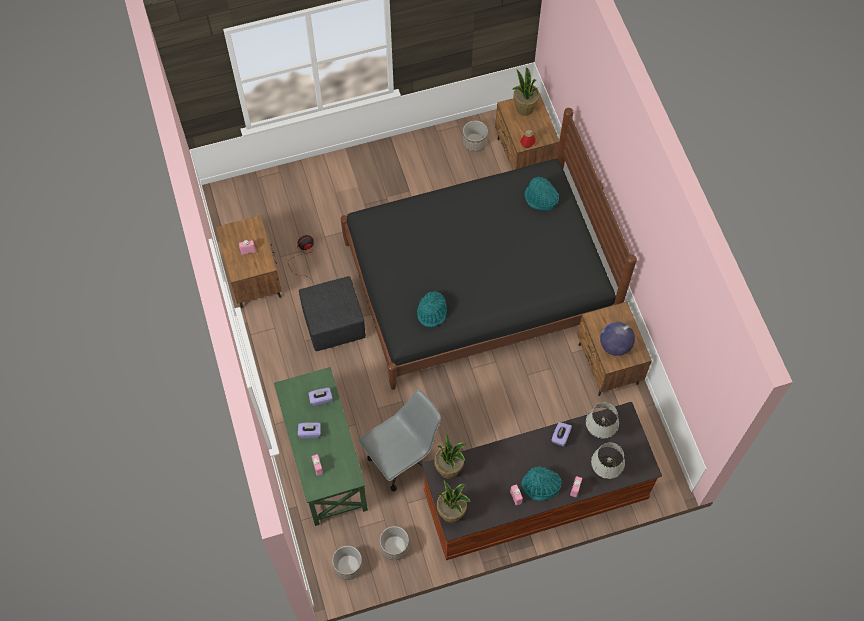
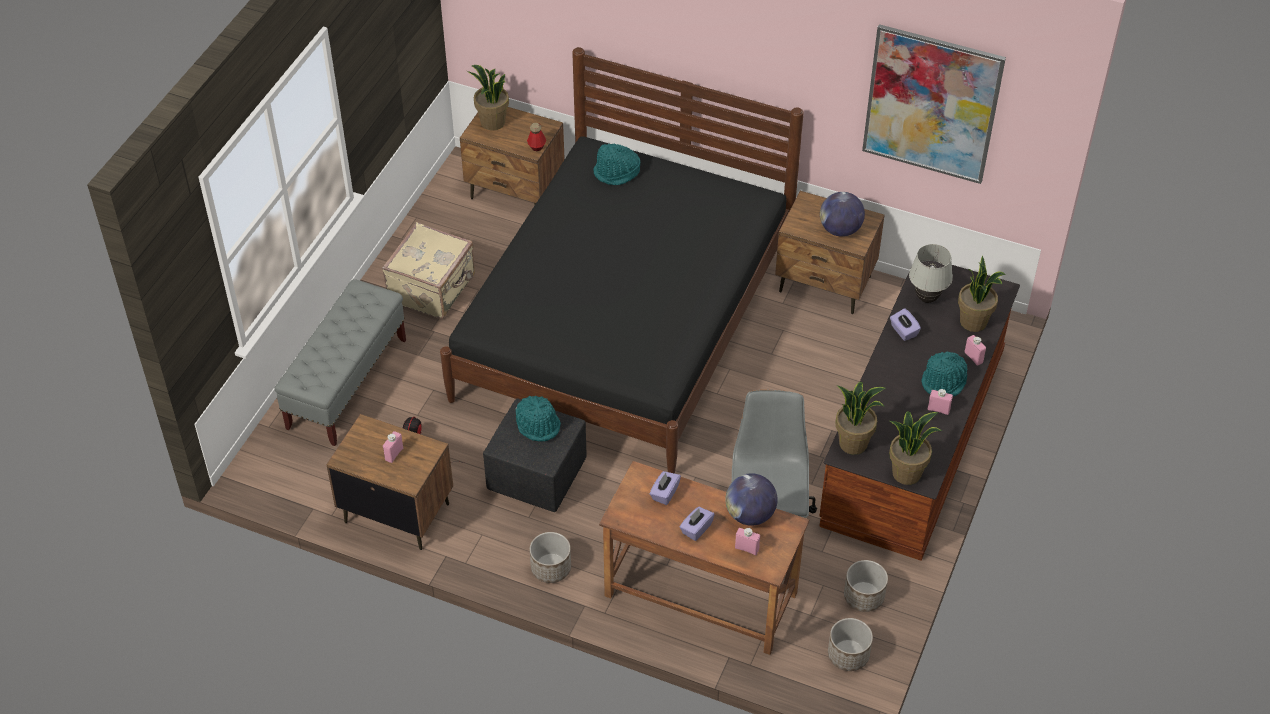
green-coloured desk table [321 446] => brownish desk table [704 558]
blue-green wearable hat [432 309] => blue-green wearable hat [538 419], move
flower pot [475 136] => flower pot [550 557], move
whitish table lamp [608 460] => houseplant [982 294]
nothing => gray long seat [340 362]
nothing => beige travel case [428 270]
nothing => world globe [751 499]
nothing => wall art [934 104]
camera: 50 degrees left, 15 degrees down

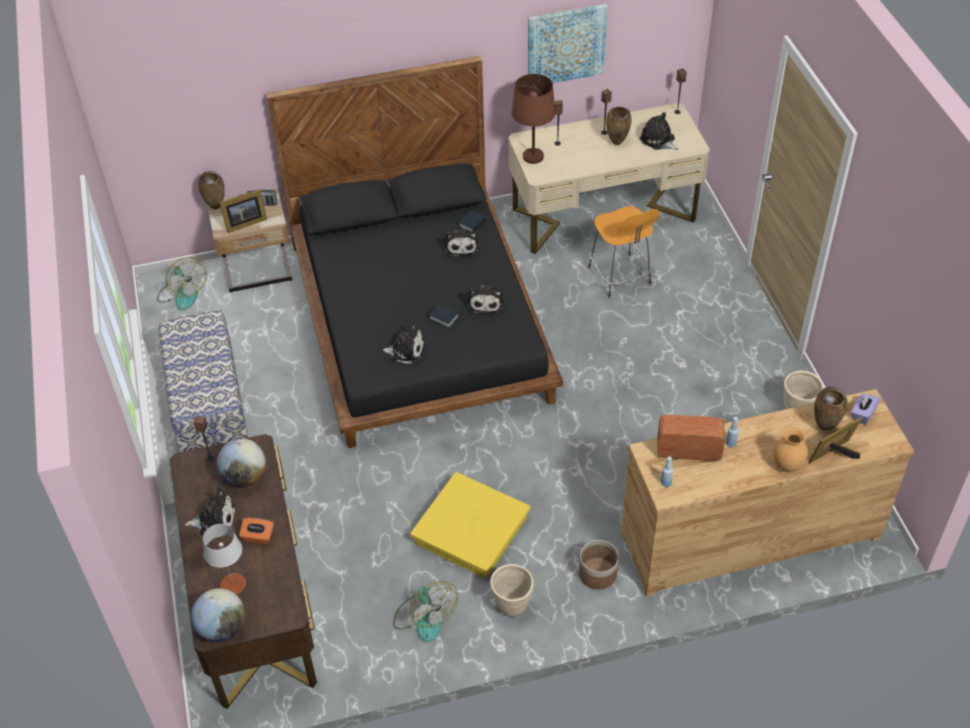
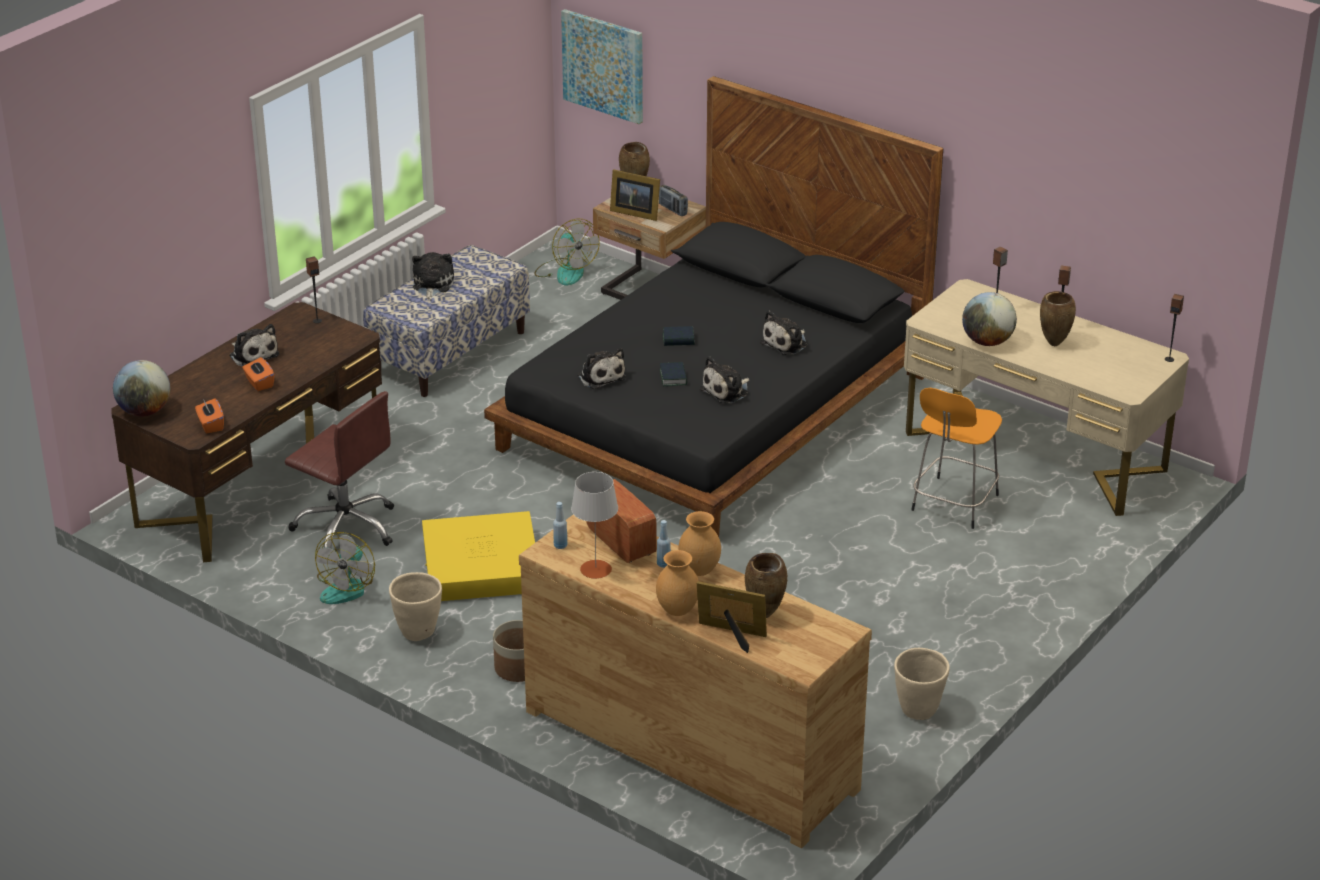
electric fan [182 283] => electric fan [567 252], 45 degrees counterclockwise
gray table lamp [224 559] => gray table lamp [594 525], move
world globe [241 462] => world globe [989 319], move
bound book [472 221] => bound book [678 336], move
brownish table lamp [534 119] => nothing
wall art [567 43] => wall art [602 66], move
cuddly toy [659 131] => cuddly toy [433 276], move
purple-coloured tissue holder [866 409] => nothing
nothing => orangey tissue holder [209 415]
nothing => brownish office chair [339 470]
nothing => brownish flower vase [699 543]
camera: 50 degrees right, 15 degrees down

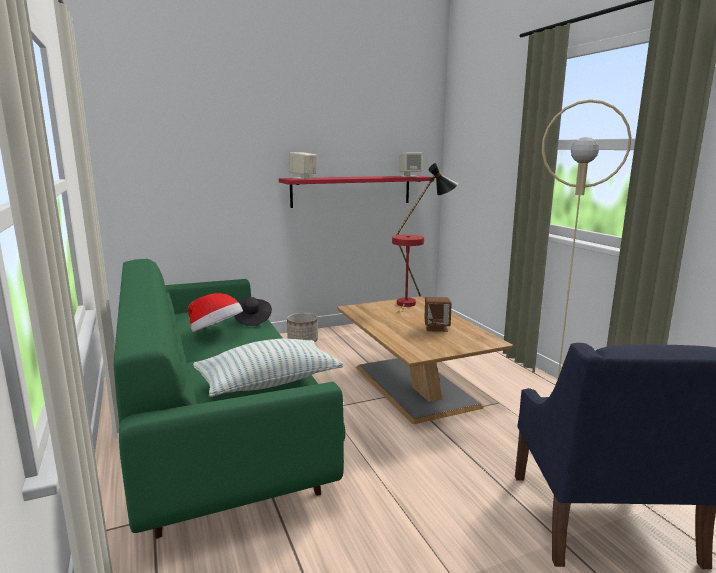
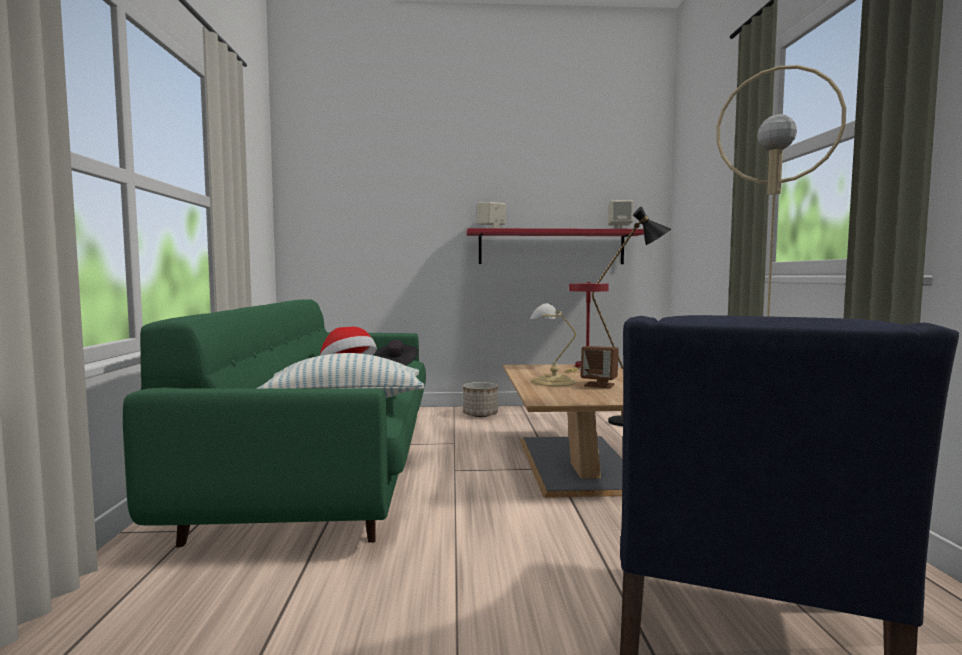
nothing => table lamp [553 344]
camera: 20 degrees right, 10 degrees down

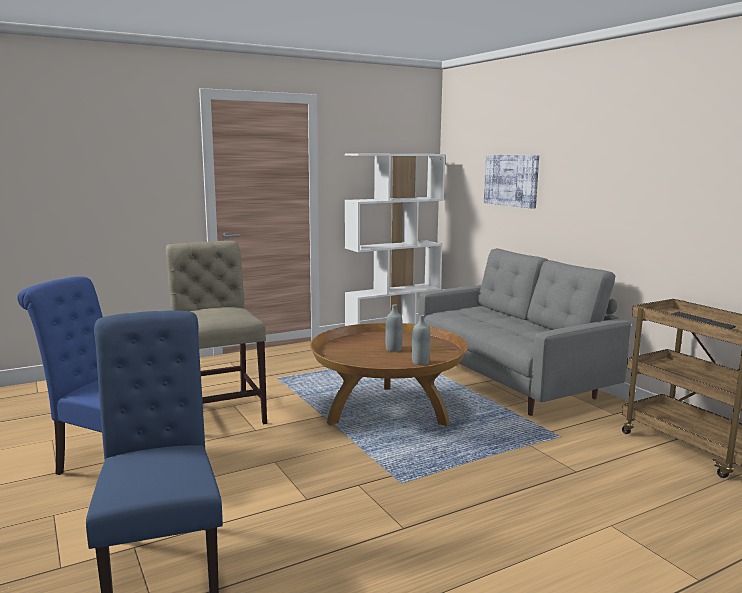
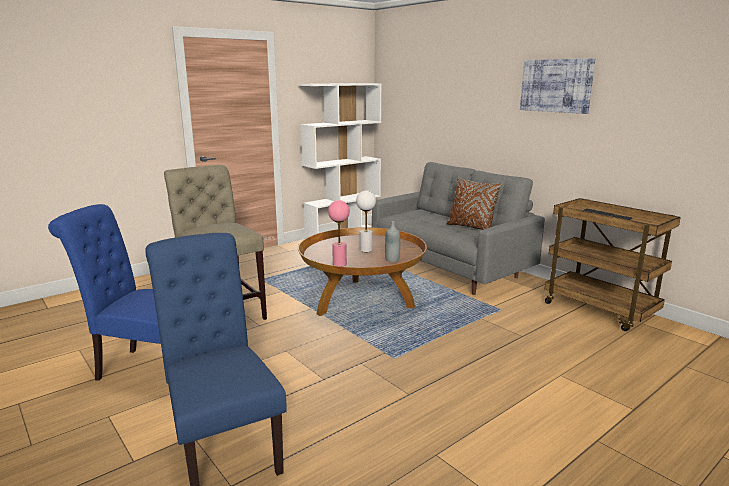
gray bottle [394 328] => whitish table lamp [366 221]
wall art [511 182] => wall art [557 86], move
nothing => pink table lamp [339 233]
nothing => brownish pillow [474 203]
camera: 10 degrees left, 5 degrees up

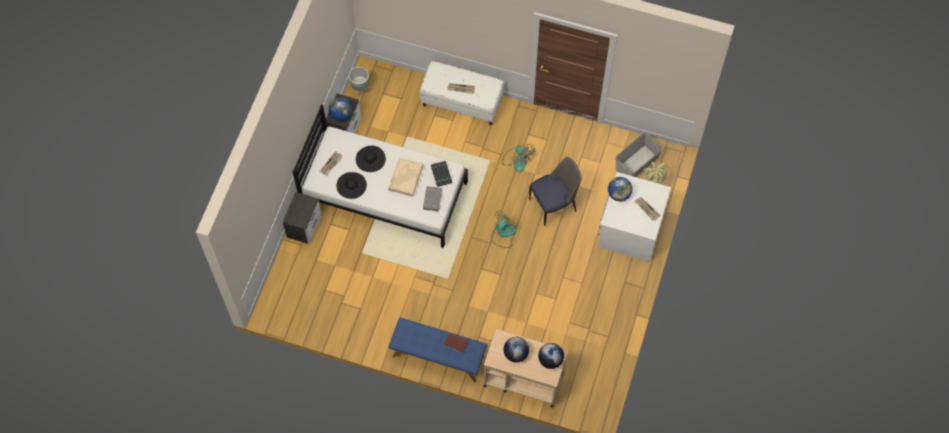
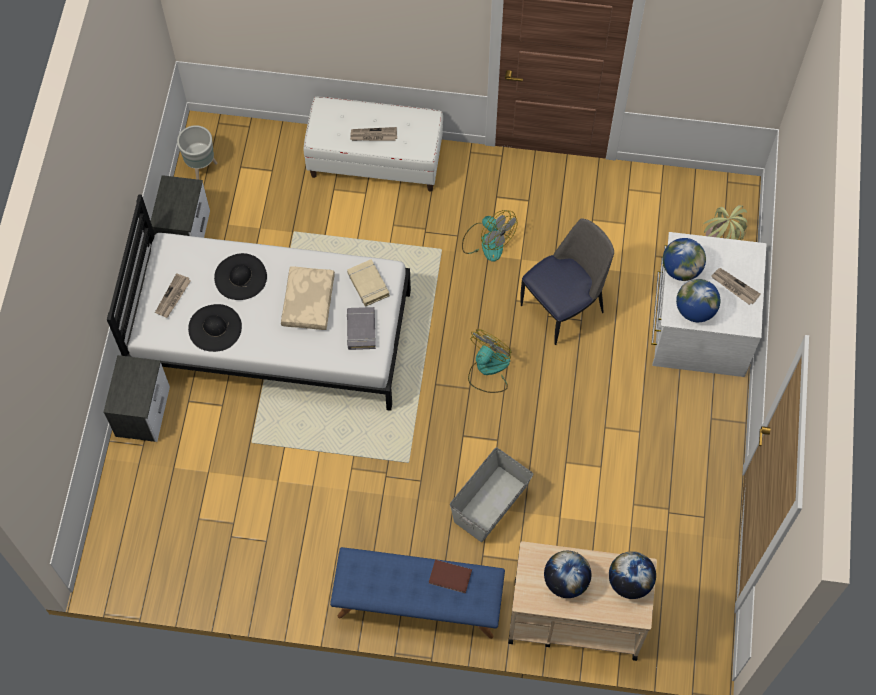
world globe [340 109] => world globe [698 300], move
black-coloured bound book [441 174] => beige bound book [368 282]
gray storage box [639 155] => gray storage box [491 495], move
camera: 10 degrees left, 0 degrees up

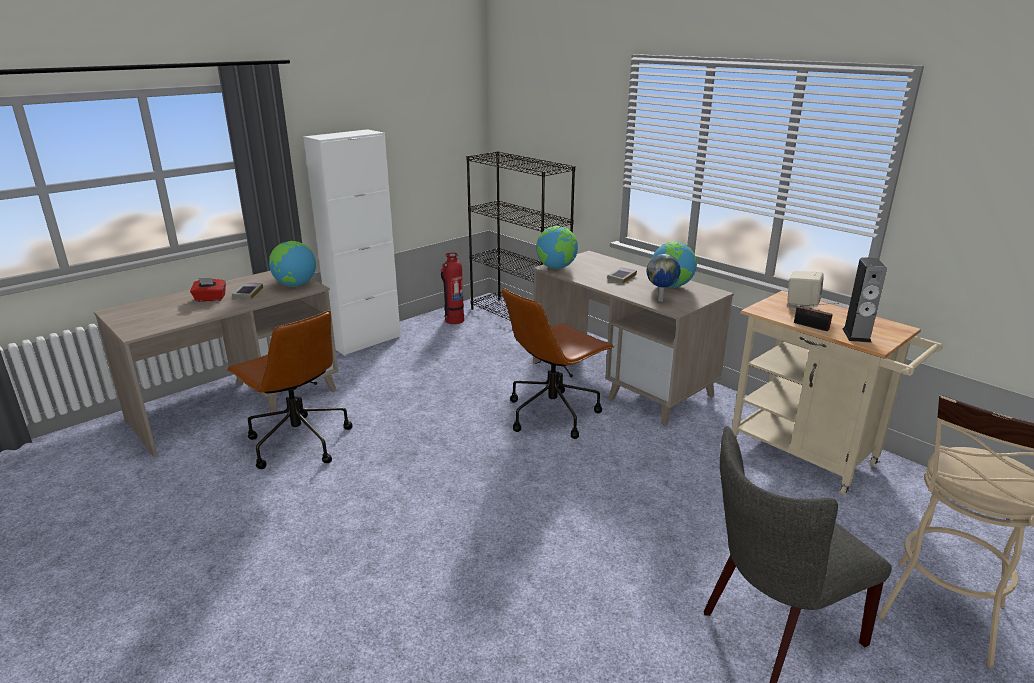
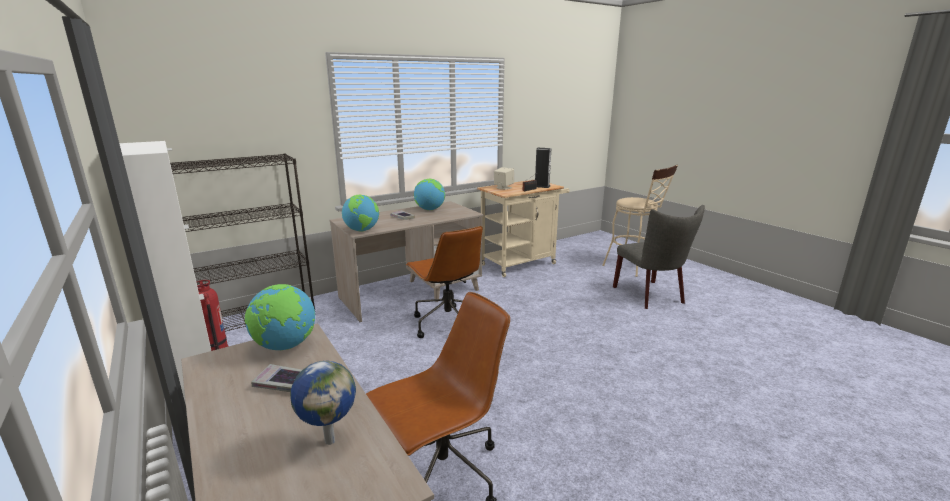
reddish tissue holder [208 290] => nothing
world globe [664 278] => world globe [323 403], move
camera: 80 degrees left, 5 degrees down

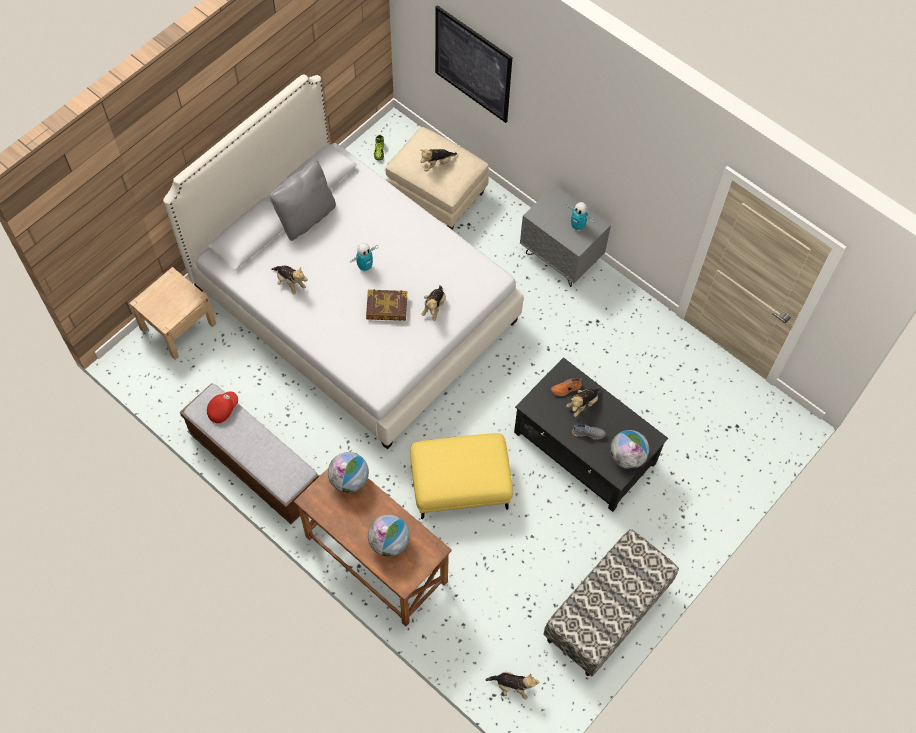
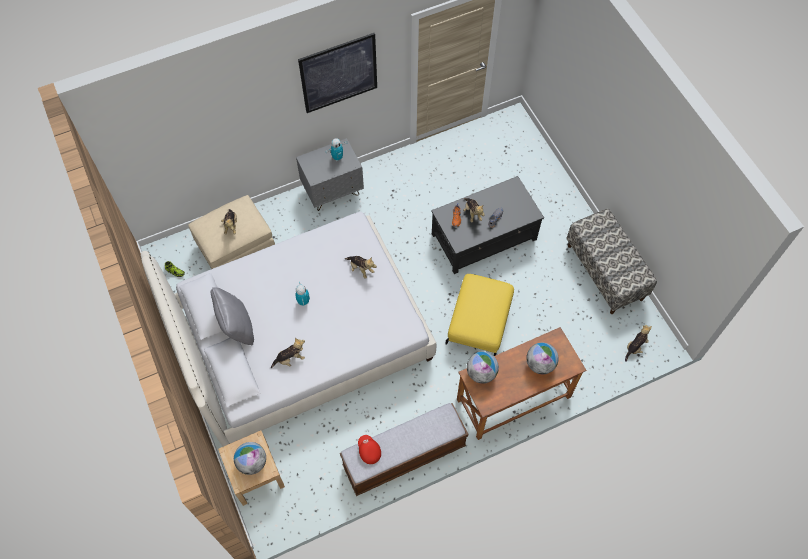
bound book [386 305] => nothing
wall art [473 64] => wall art [337 73], move
world globe [629 449] => world globe [250 458], move
camera: 65 degrees left, 0 degrees up

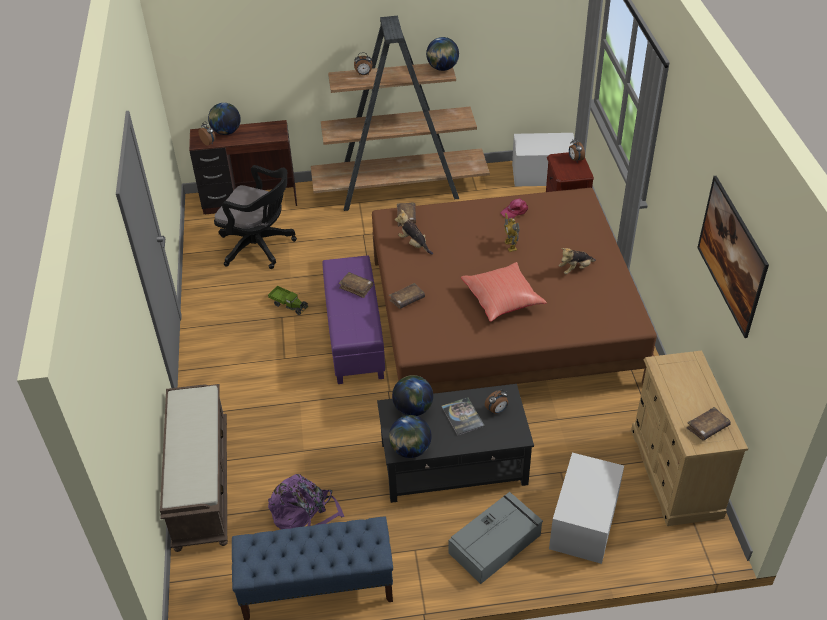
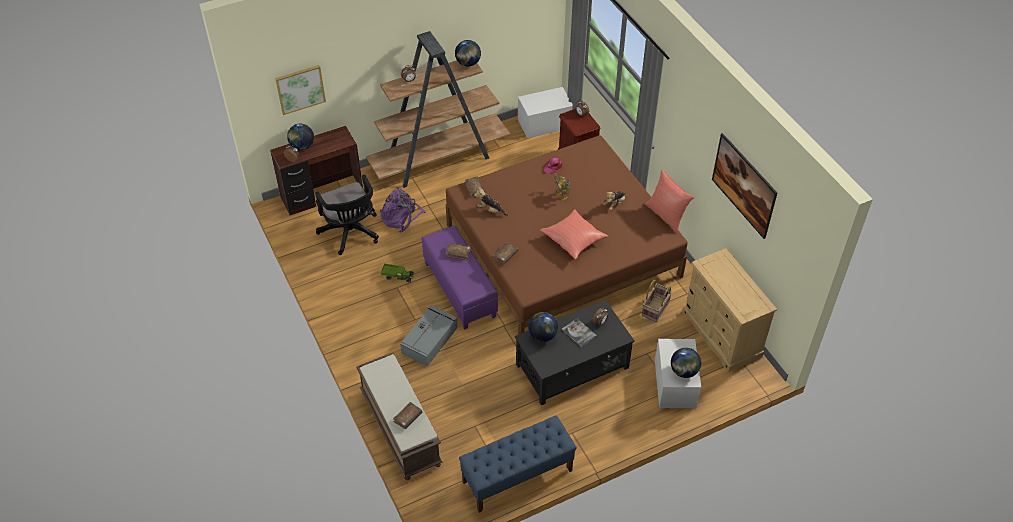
black-coloured office chair [255 217] => black-coloured office chair [347 215], 60 degrees clockwise
purple-coloured backpack [306 501] => purple-coloured backpack [403 210], move
world globe [410 436] => world globe [686 363], move
gray storage box [496 538] => gray storage box [429 336], move
brownish bound book [709 424] => brownish bound book [407 415], move
nothing => wall art [300 90]
nothing => basket [657 301]
nothing => reddish pillow [669 201]
camera: 20 degrees left, 5 degrees up

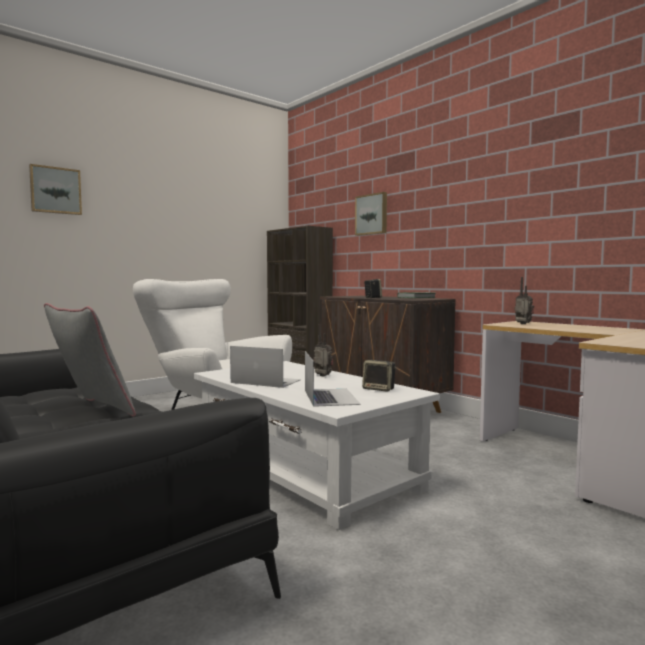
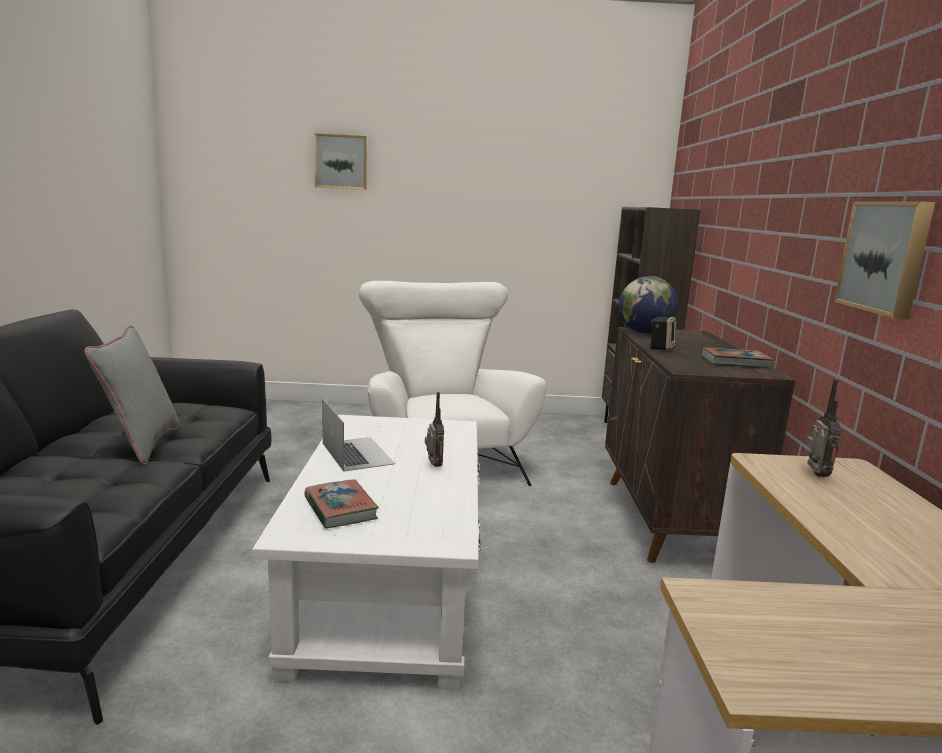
laptop [333 379] => bound book [341 504]
wall art [371 214] => wall art [884 260], move
audio speaker [379 376] => nothing
nothing => world globe [648 305]
camera: 40 degrees right, 10 degrees up

